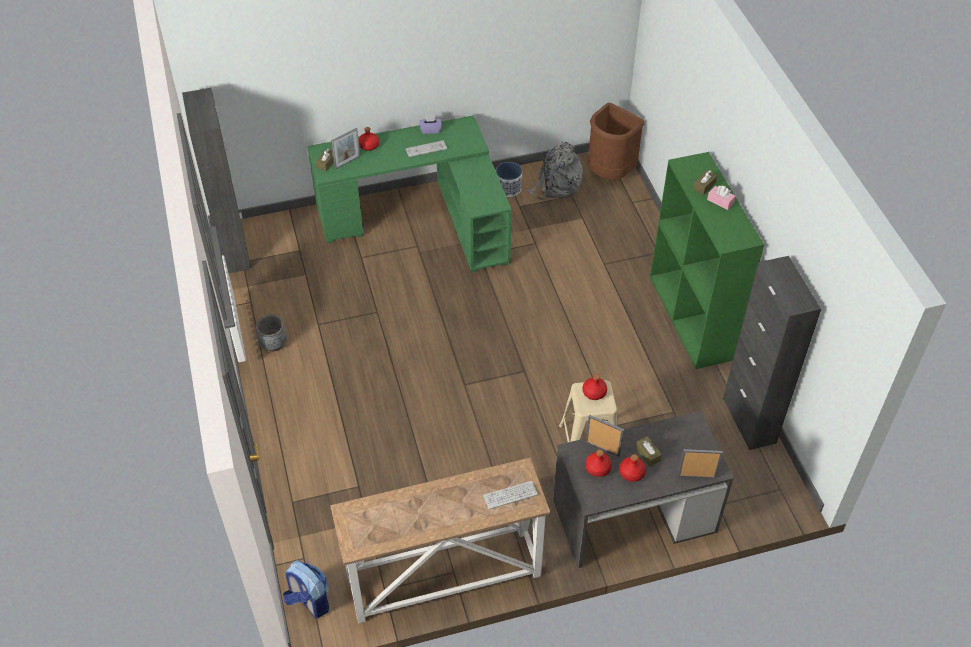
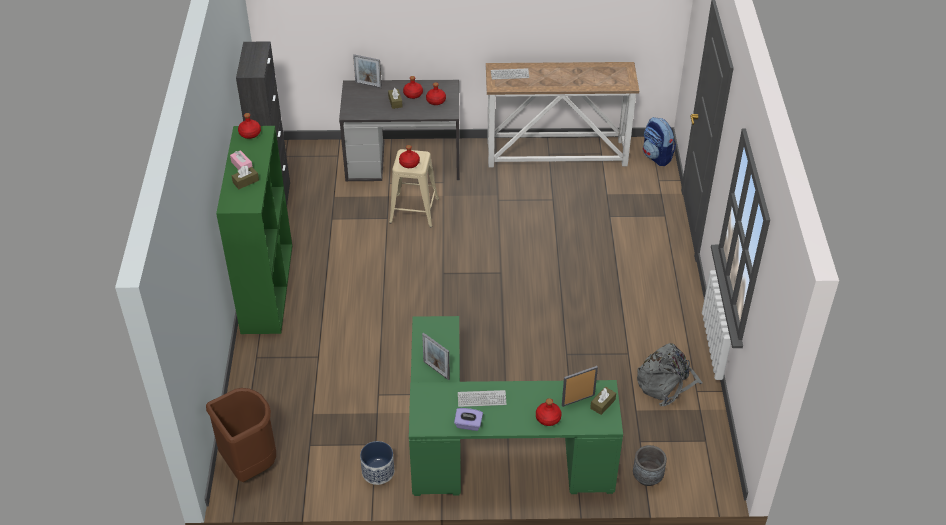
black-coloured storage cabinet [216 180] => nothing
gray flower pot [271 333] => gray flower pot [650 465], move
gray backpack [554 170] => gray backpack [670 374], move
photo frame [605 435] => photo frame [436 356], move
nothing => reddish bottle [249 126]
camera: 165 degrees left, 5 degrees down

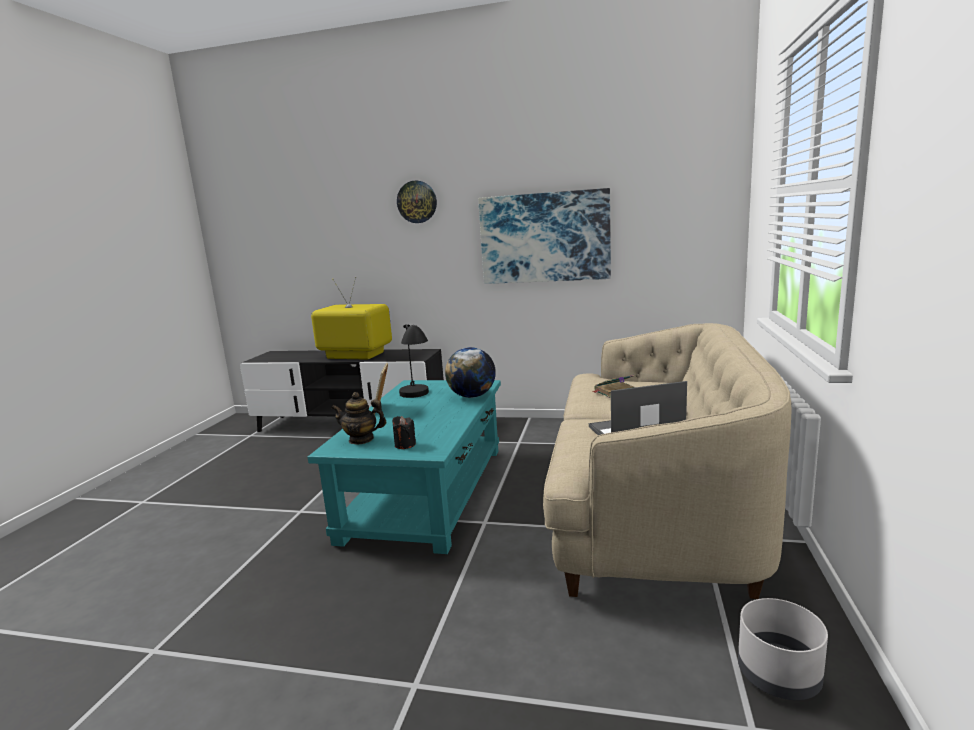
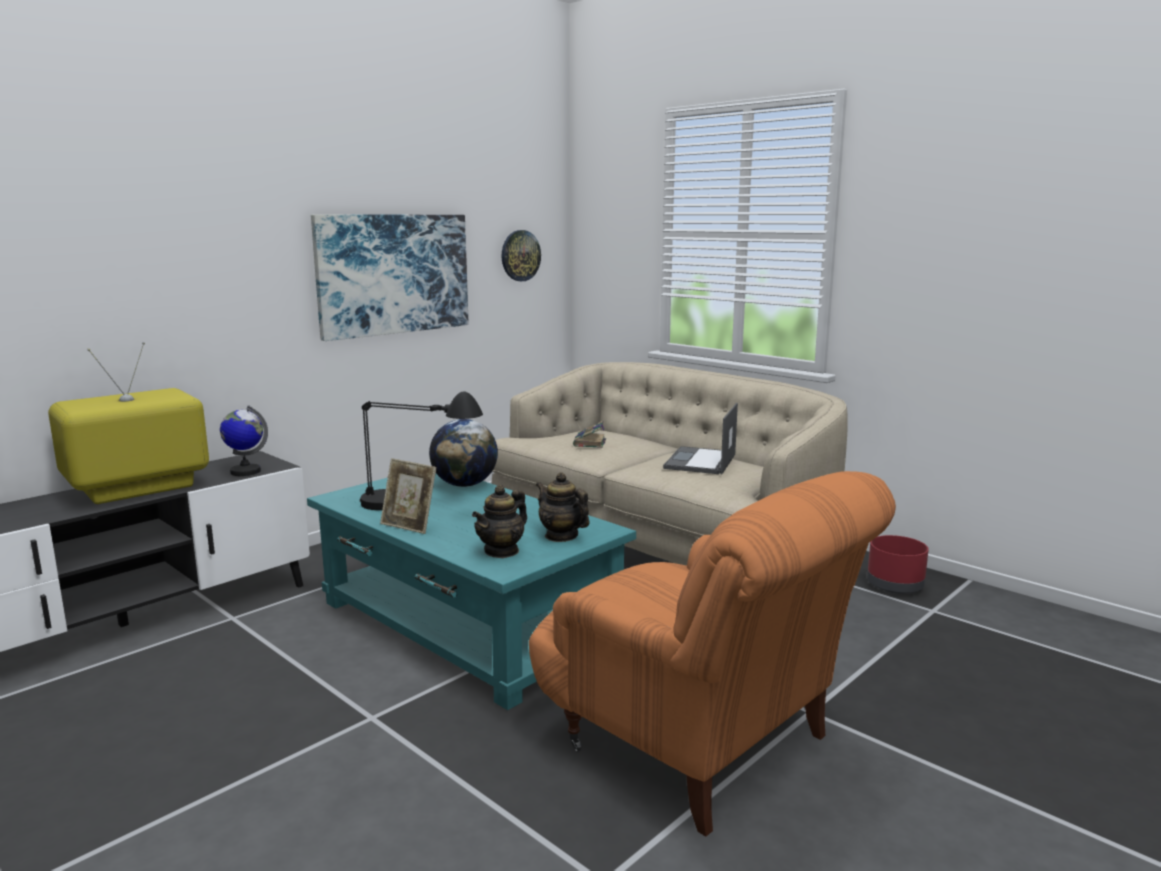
black-coloured candle [404 432] => teapot [563 507]
hanging clock [417 201] => hanging clock [521 255], move
gray flower pot [783 649] => reddish flower pot [898 564]
nothing => world globe [244 440]
nothing => orangey armchair [712 654]
camera: 60 degrees left, 0 degrees up

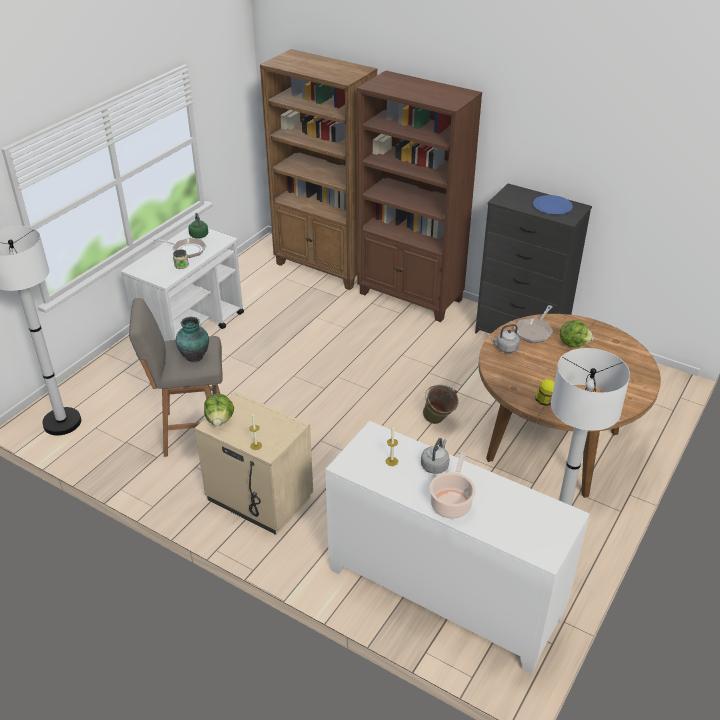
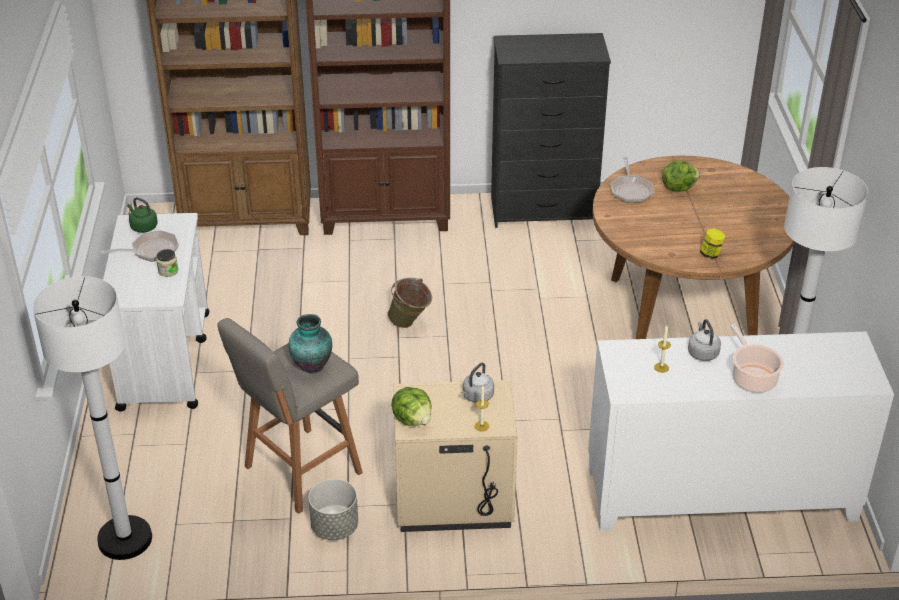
green-coloured water bucket [440 404] => green-coloured water bucket [410 303], move
gray kettle [505 338] => gray kettle [477 383], move
blue plate [553 204] => nothing
nothing => gray flower pot [333 509]
camera: 35 degrees left, 0 degrees up

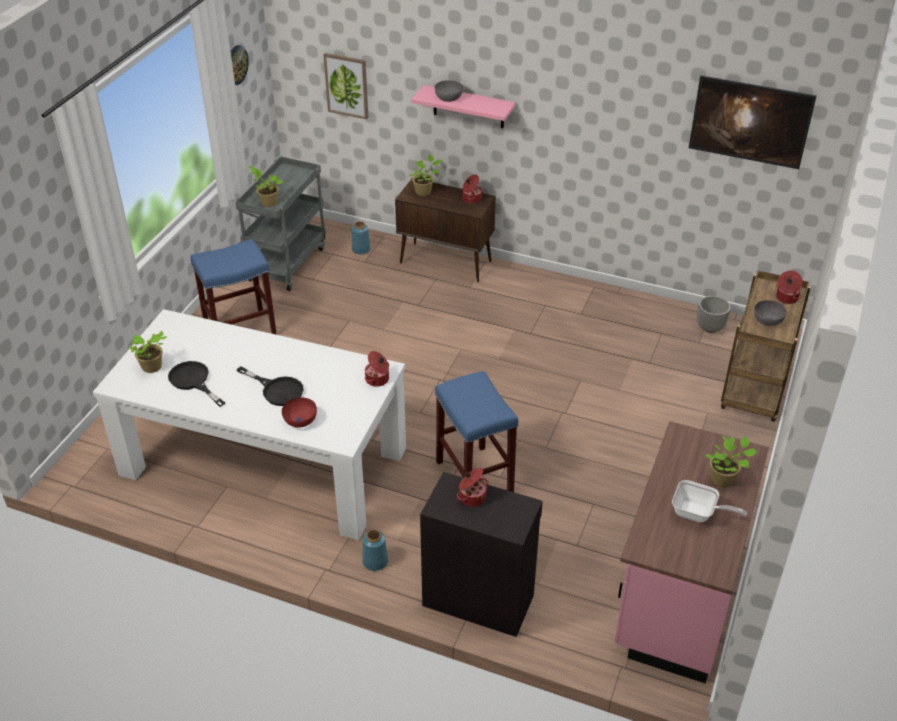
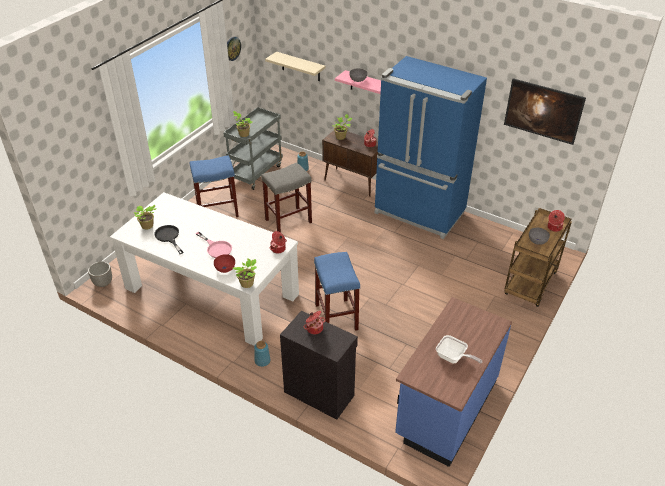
black-coloured pan [270 386] => pink pan [214 245]
wall art [345 86] => beige shelf [295 66]
pink counter [691 552] => blue counter [453 382]
flower pot [714 314] => flower pot [100 274], move
houseplant [731 461] => houseplant [245 273], move
nothing => gray sitting stool [286 197]
nothing => blue refrigerator [431 147]
camera: 10 degrees right, 0 degrees up

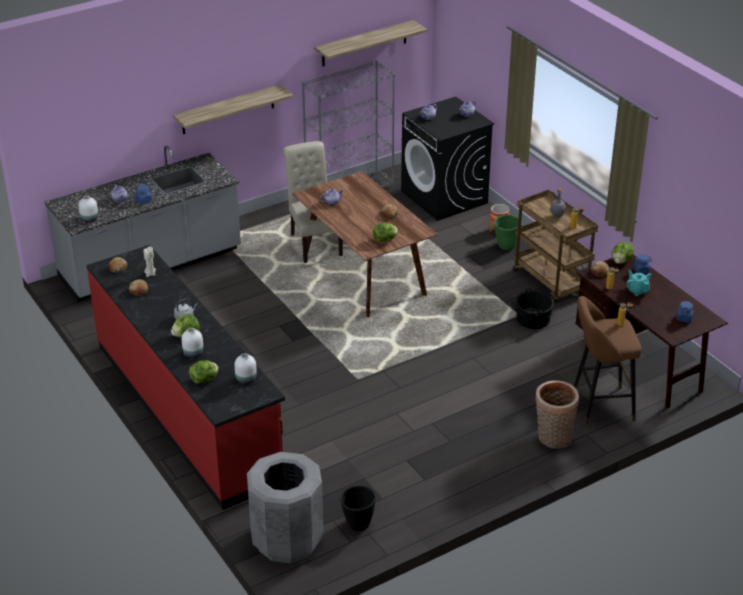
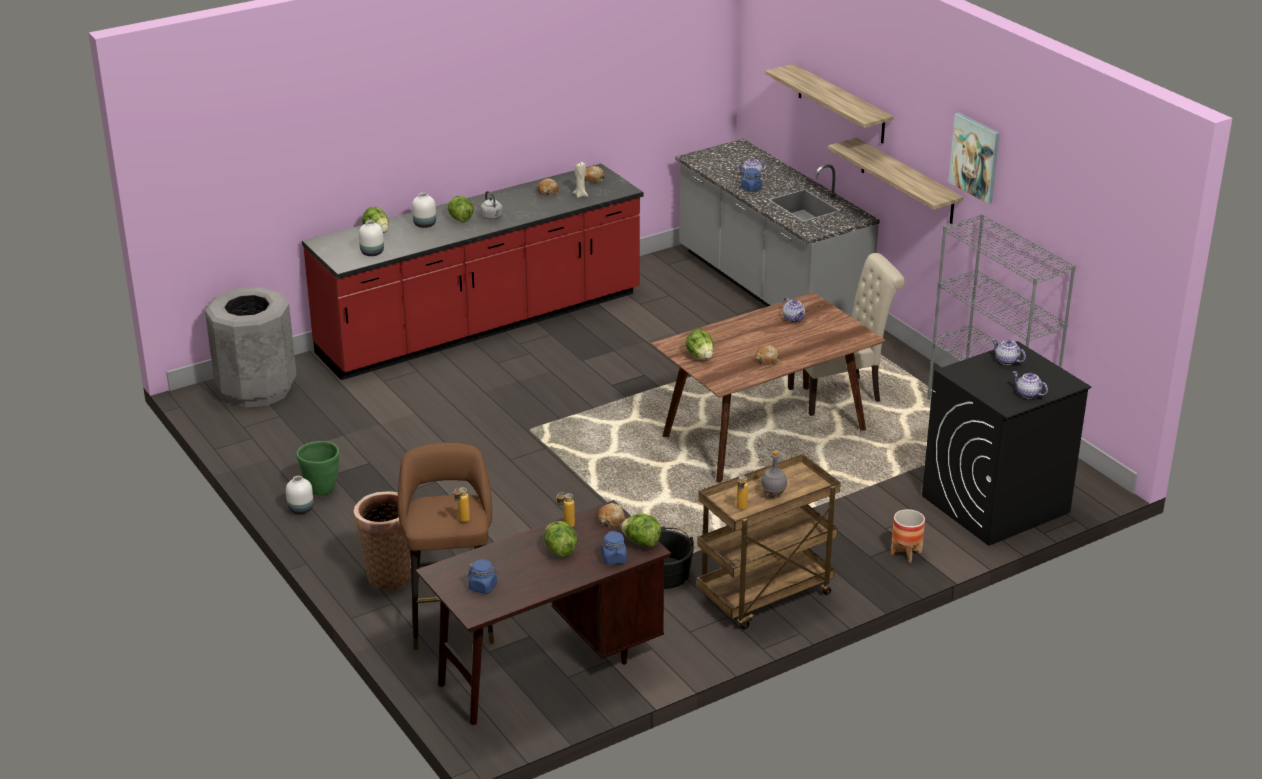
whitish flower vase [88 209] => whitish flower vase [300 495], move
shelf [370 43] => shelf [829 103], move
black-coloured flower pot [358 508] => nothing
green-coloured flower pot [508 232] => green-coloured flower pot [317 468], move
blue-green teapot [639 283] => lettuce [561 539]
nothing => wall art [974 158]
camera: 90 degrees right, 5 degrees down

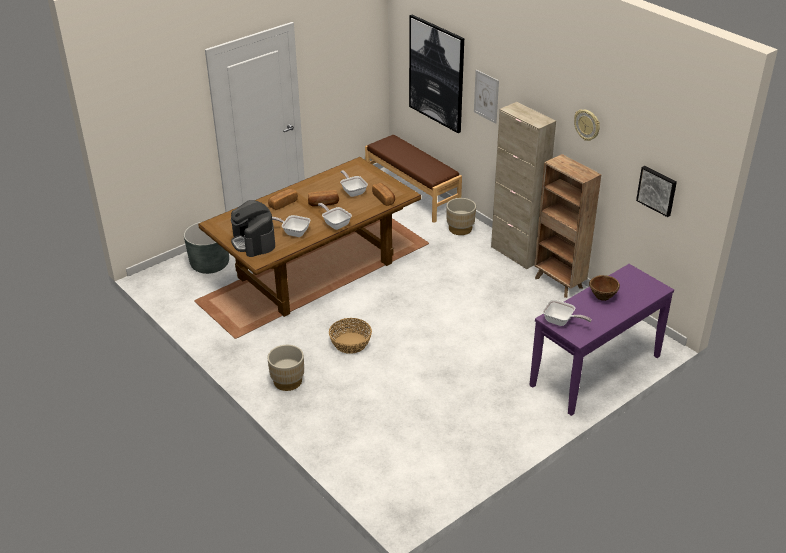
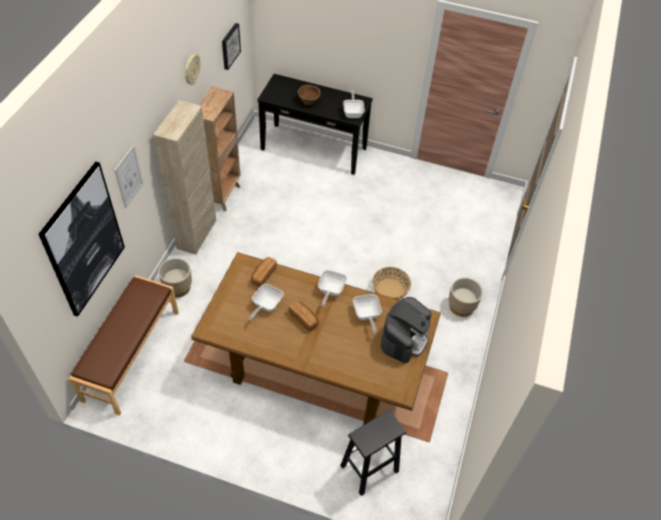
gray flower pot [206 247] => black-coloured sitting stool [373 453]
bakery bread [283 199] => nothing
purple-coloured hall table [601 340] => black-coloured hall table [315 124]
camera: 125 degrees left, 15 degrees up

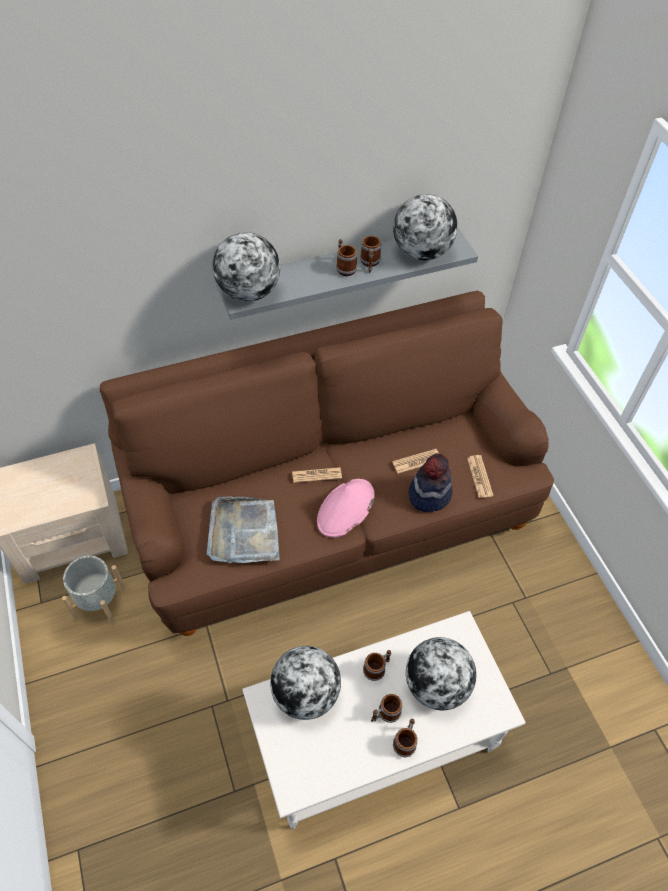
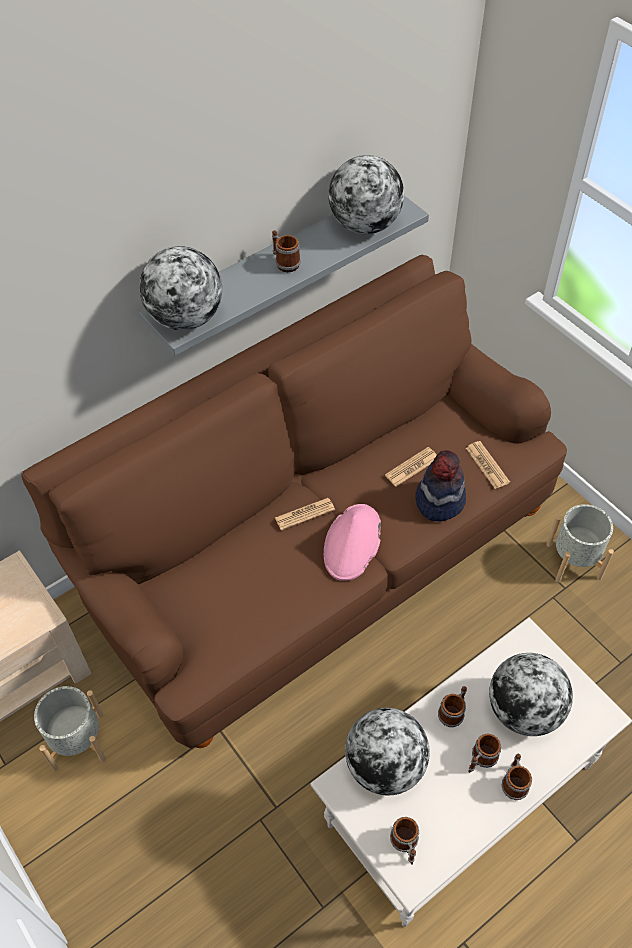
gray serving tray [243 530] => nothing
coffee mug [370 254] => coffee mug [404 841], move
nothing => gray flower pot [580 543]
camera: 15 degrees left, 0 degrees up

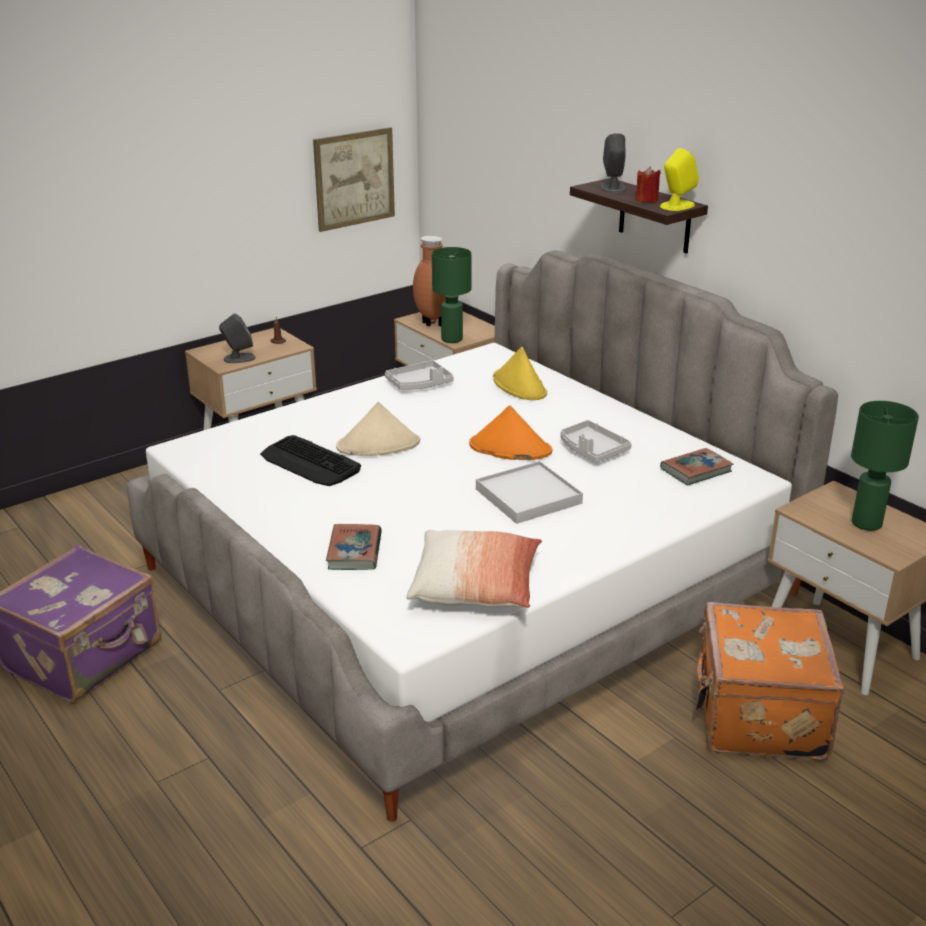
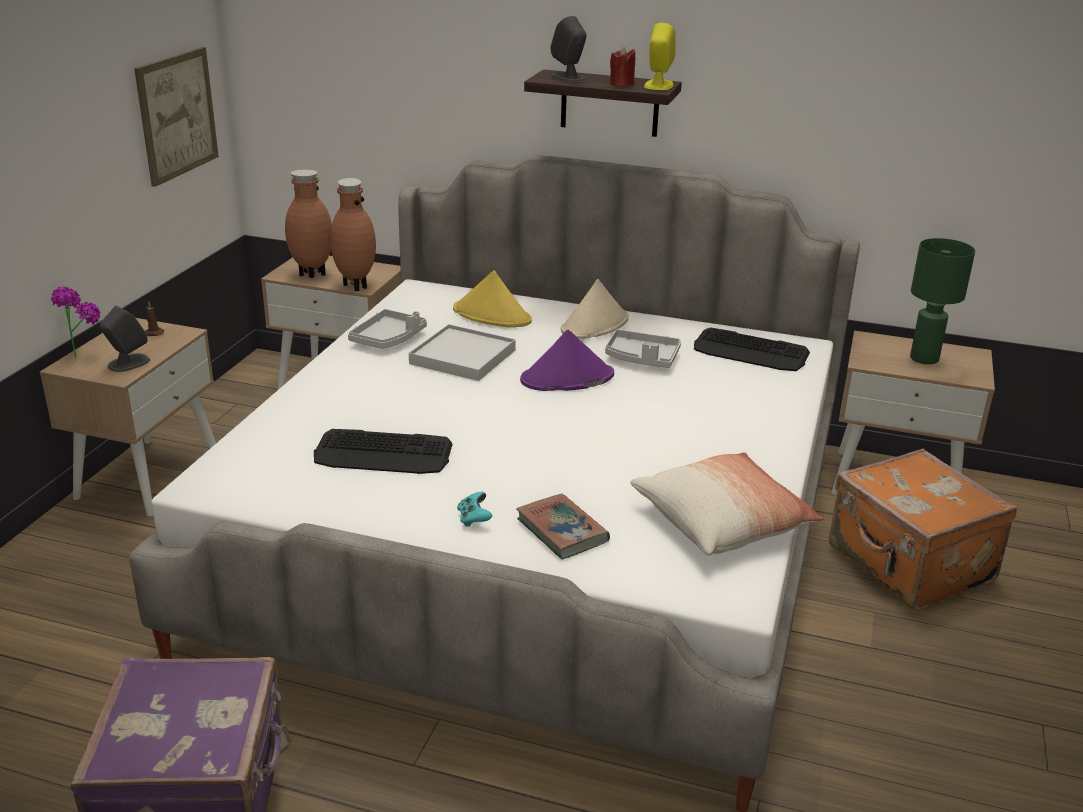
beige wearable hat [378 429] => beige wearable hat [595 309], move
green-coloured table lamp [452 295] => brownish flower vase [353 234]
orangey wearable hat [510 432] => purple-coloured wearable hat [567 360]
whitish serving tray [529 492] => whitish serving tray [462 352], move
bound book [696 466] => computer keyboard [752 349]
nothing => houseplant [75 322]
nothing => blue-green gamepad [474 509]
camera: 35 degrees left, 0 degrees up

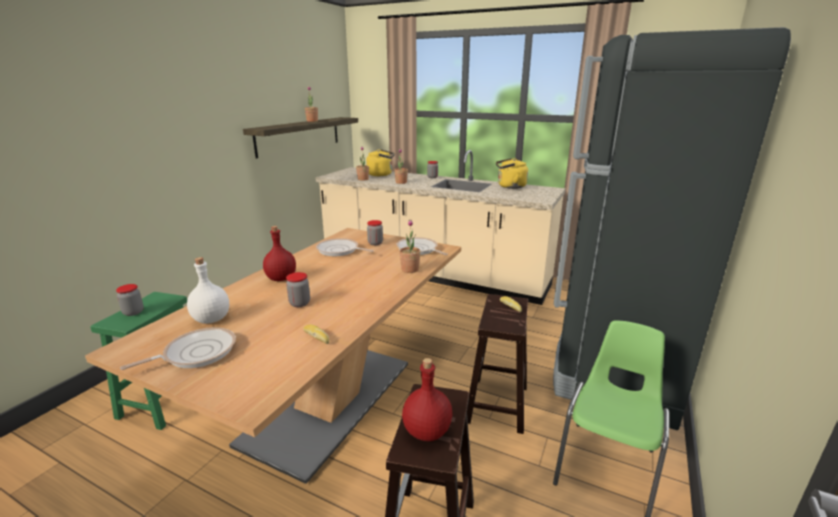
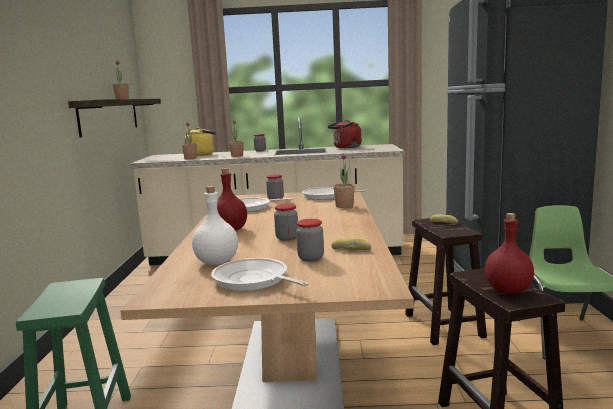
jar [130 300] => jar [310 240], move
pan [178 348] => pan [260 274], 75 degrees counterclockwise
yellow-coloured kettle [512 173] => reddish kettle [344 134]
camera: 25 degrees left, 10 degrees down

